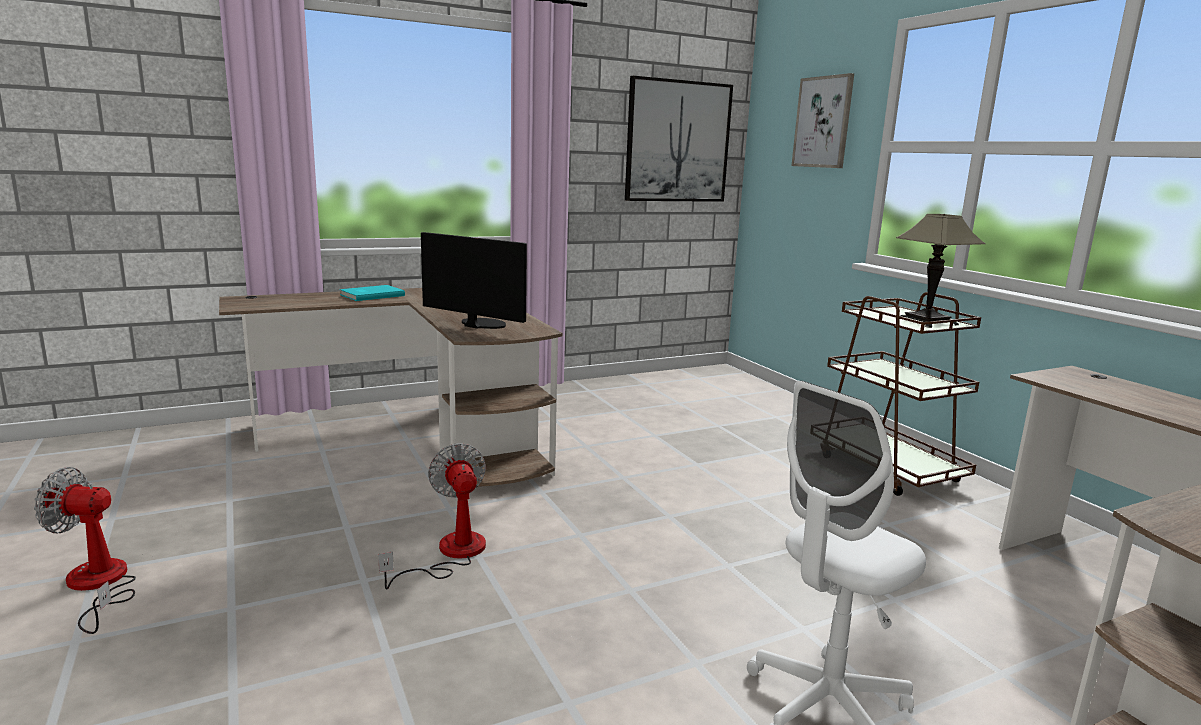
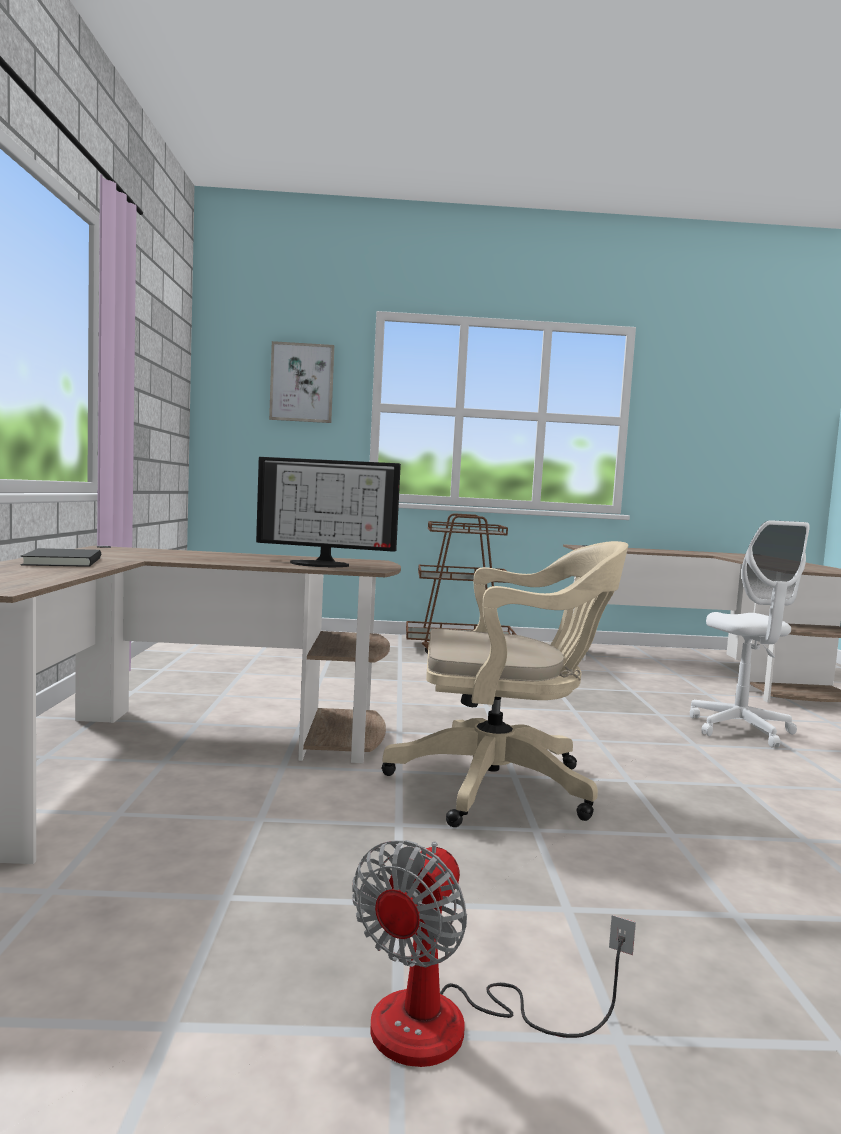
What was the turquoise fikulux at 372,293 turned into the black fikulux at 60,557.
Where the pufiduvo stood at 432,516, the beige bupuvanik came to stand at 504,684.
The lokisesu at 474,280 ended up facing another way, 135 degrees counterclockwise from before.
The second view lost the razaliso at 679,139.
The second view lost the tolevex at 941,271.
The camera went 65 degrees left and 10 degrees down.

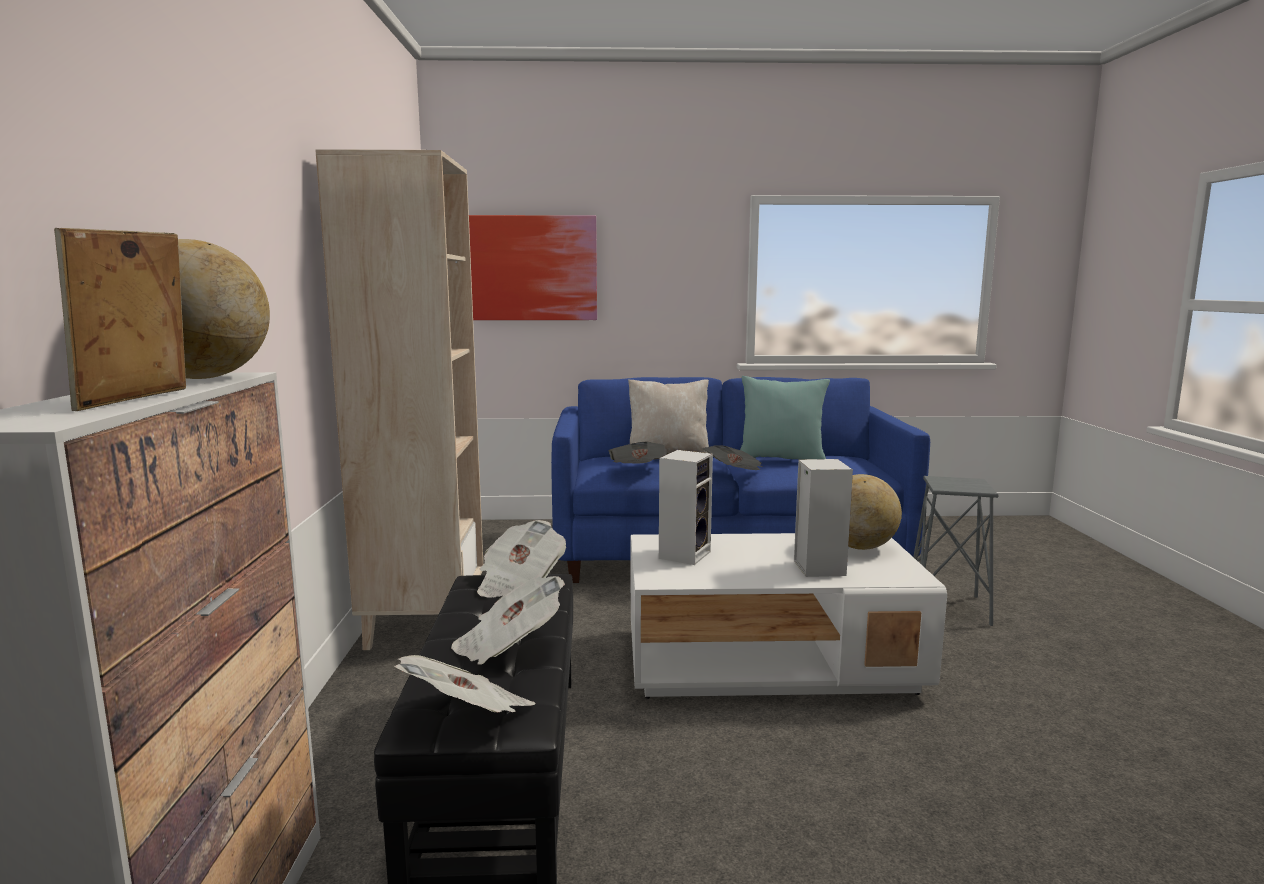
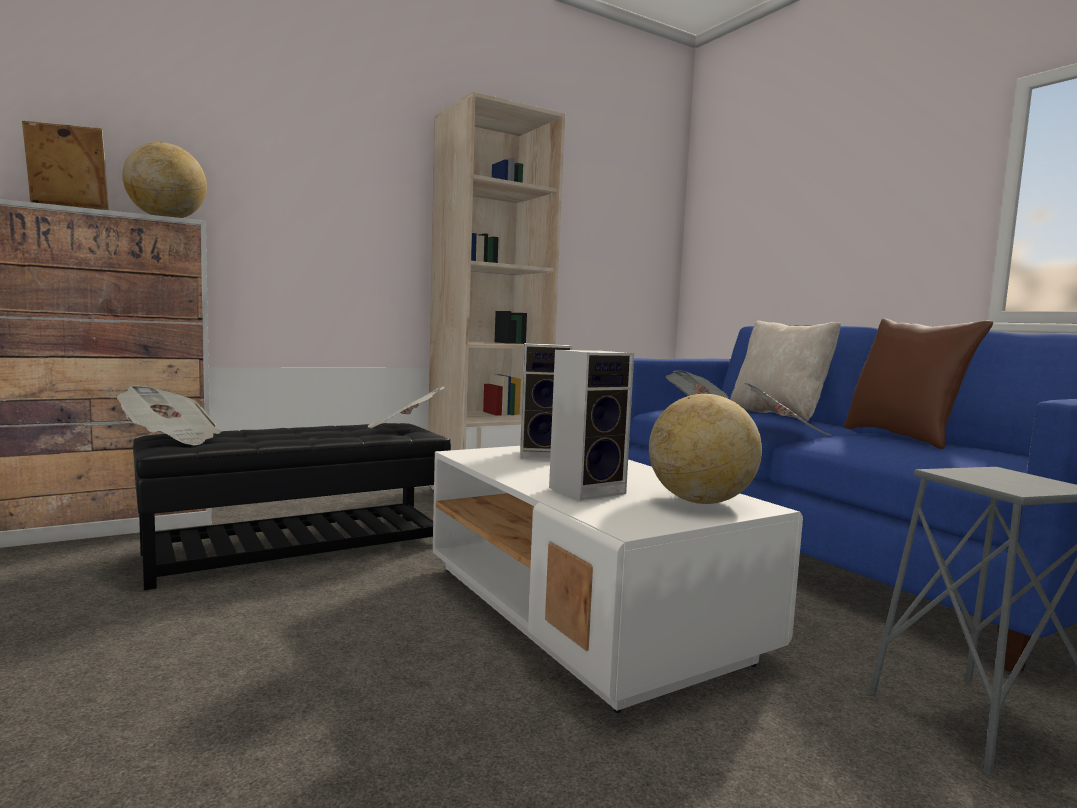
The second view lost the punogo at 508,620.
The second view lost the razaliso at 533,267.
What was the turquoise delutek at 785,417 turned into the brown delutek at 918,383.
The camera went 60 degrees right and 5 degrees down.

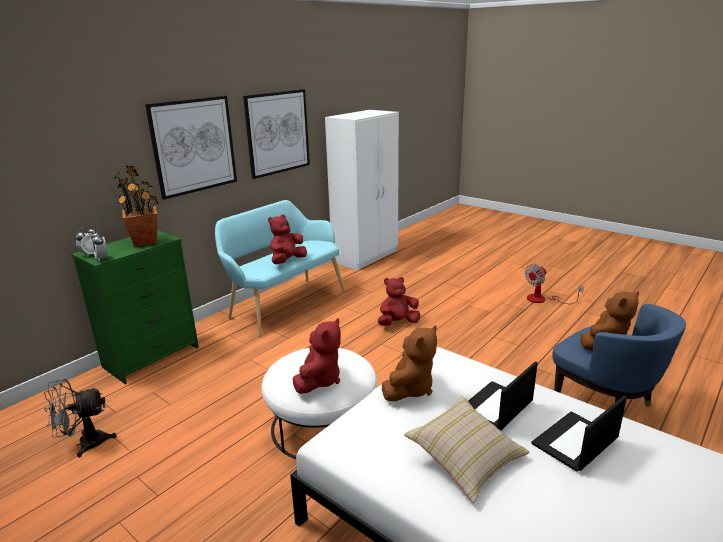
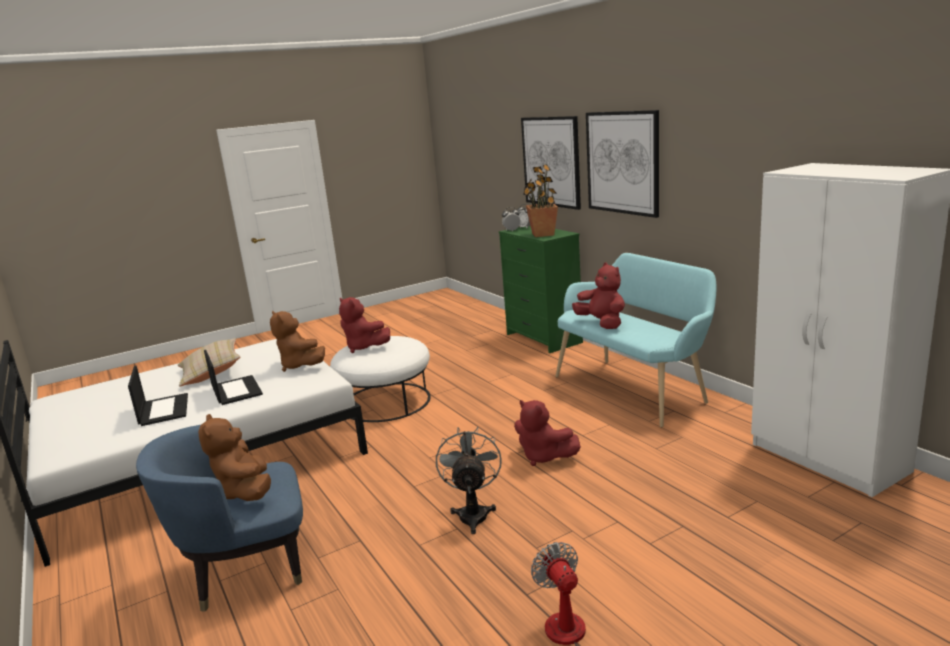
The grey pufiduvo ended up elsewhere, having gone from 80,418 to 469,480.
The razaliso ended up elsewhere, having gone from 276,134 to 551,163.
The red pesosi at 399,301 ended up facing another way, 135 degrees clockwise from before.
The camera went 110 degrees right and 5 degrees down.

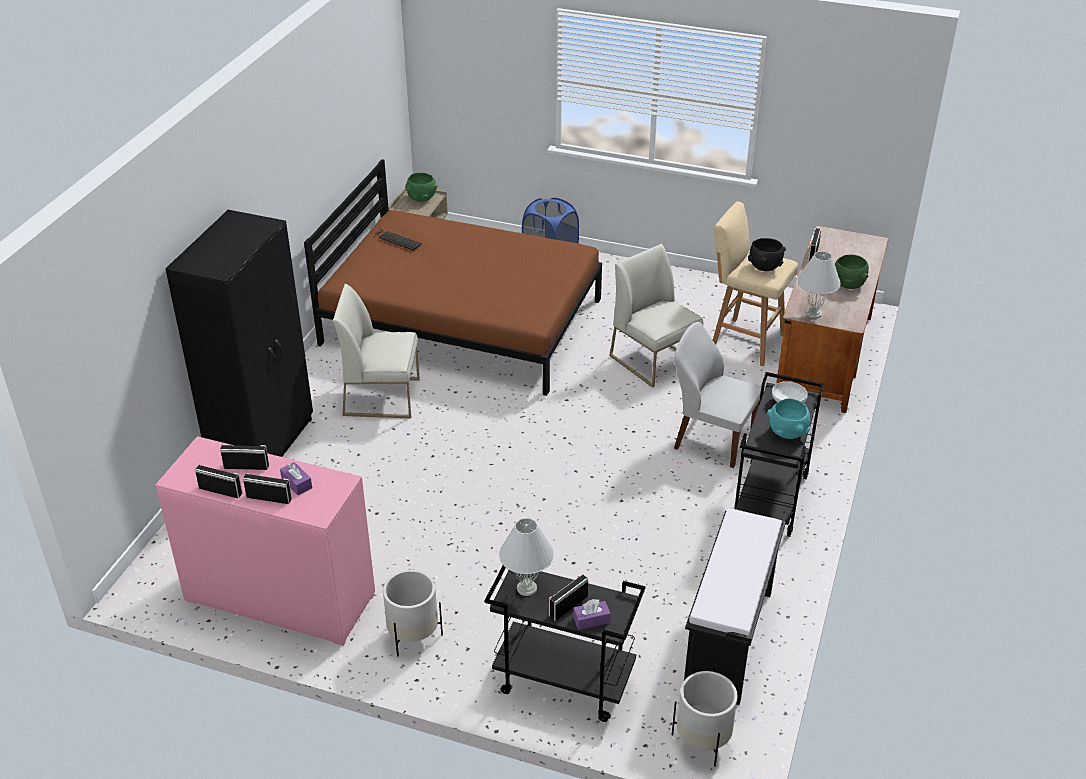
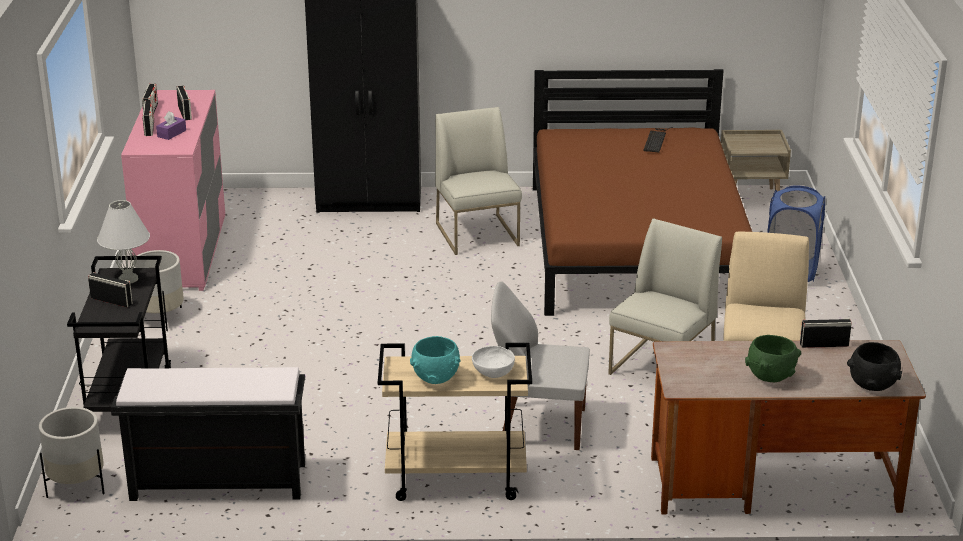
The second view lost the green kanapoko at 421,187.
The second view lost the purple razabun at 592,614.
The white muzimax at 718,395 ended up facing another way, 90 degrees counterclockwise from before.
What was the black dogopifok at 779,454 turned into the beige dogopifok at 455,422.
The black kanapoko ended up elsewhere, having gone from 767,254 to 874,366.
The second view lost the white tolevex at 819,285.
The camera went 70 degrees right and 10 degrees down.

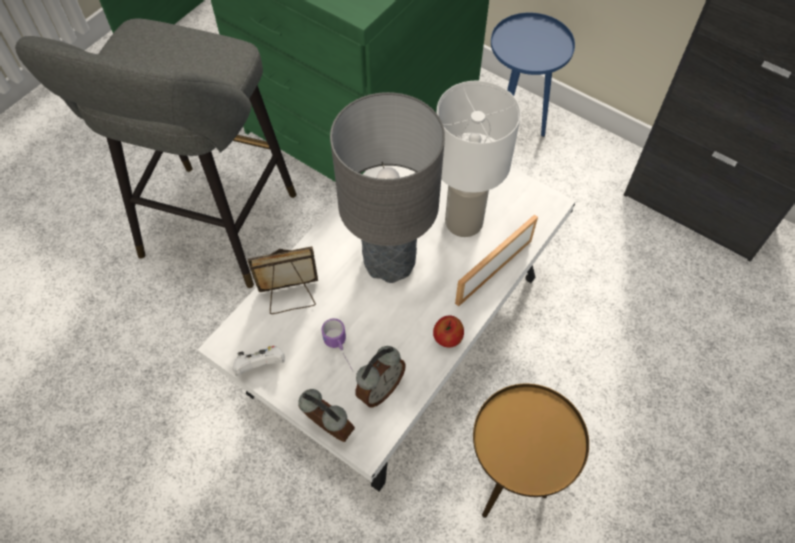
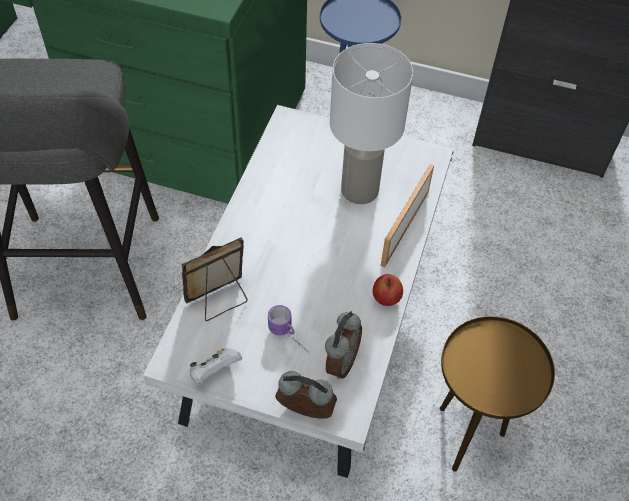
The second view lost the grey tolevex at 387,187.
The camera went 20 degrees left and 5 degrees down.

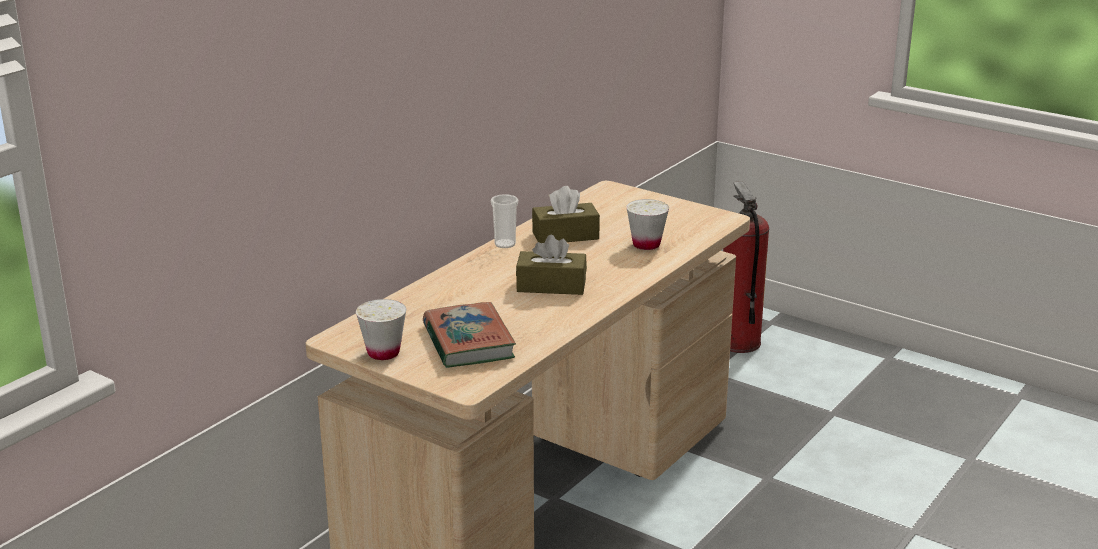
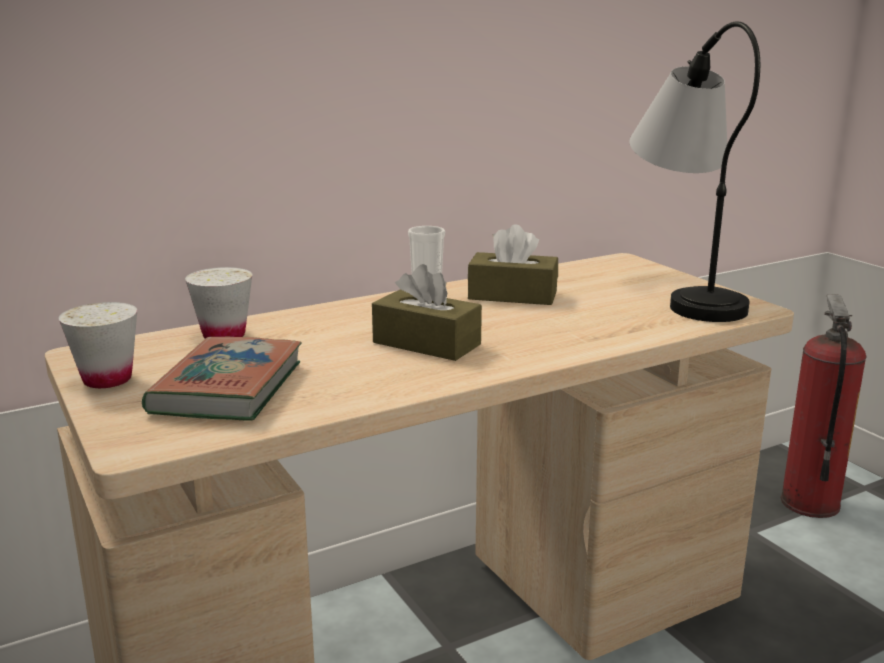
The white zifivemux ended up elsewhere, having gone from 647,224 to 218,303.
The second view gained the tolevex at 694,171.
The camera went 25 degrees right and 5 degrees down.

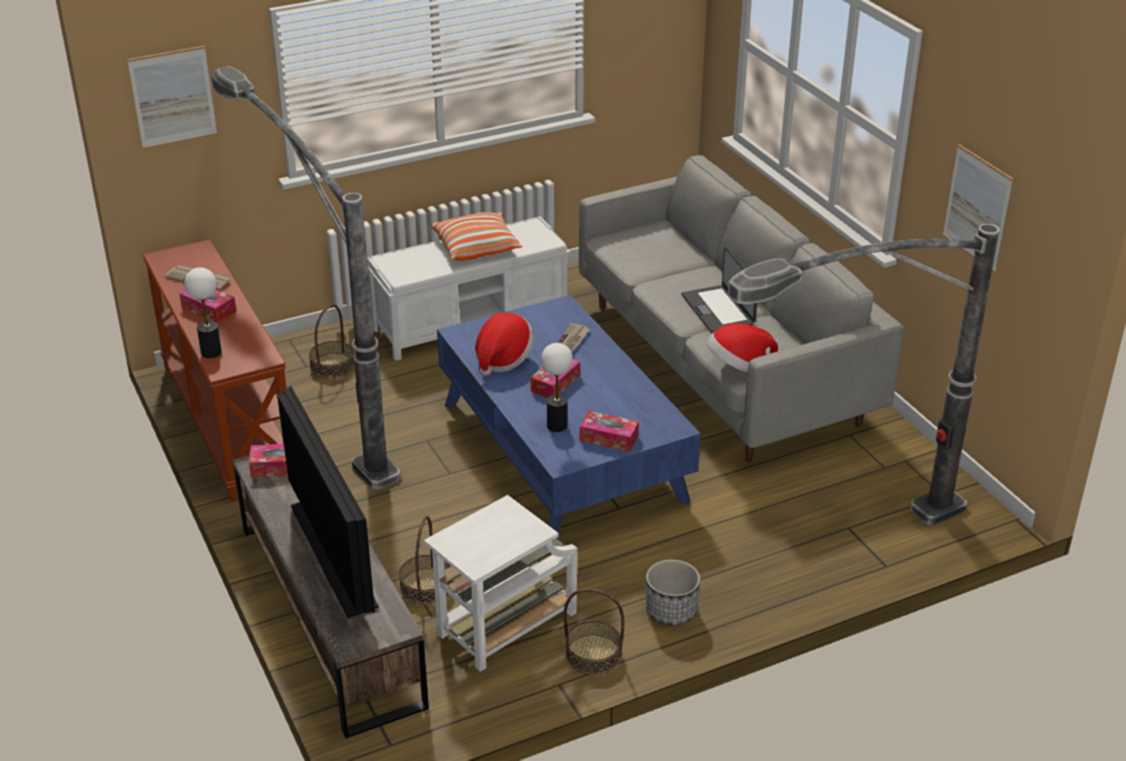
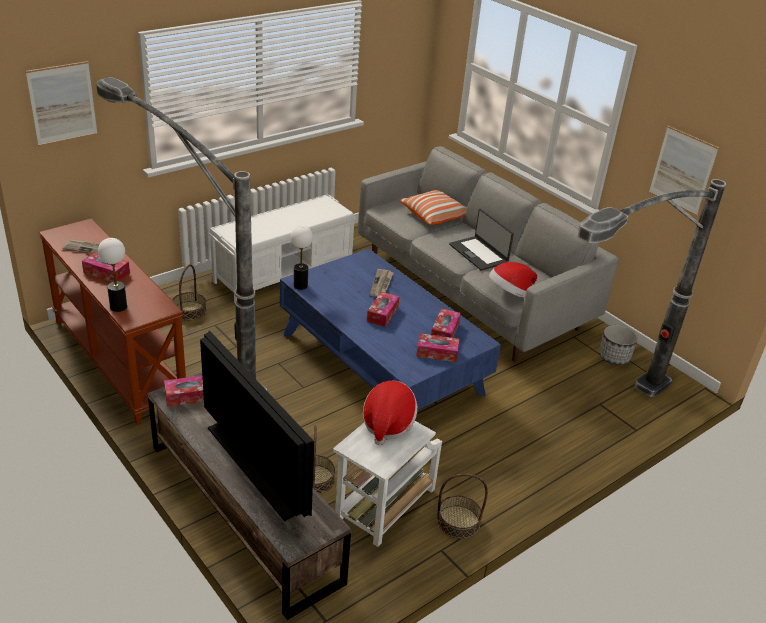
The delutek ended up elsewhere, having gone from 476,236 to 433,207.
The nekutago ended up elsewhere, having gone from 504,344 to 390,413.
The tolevex ended up elsewhere, having gone from 557,387 to 302,258.
The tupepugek ended up elsewhere, having gone from 673,593 to 618,345.
The second view gained the razabun at 446,323.
The camera went 15 degrees left and 0 degrees up.

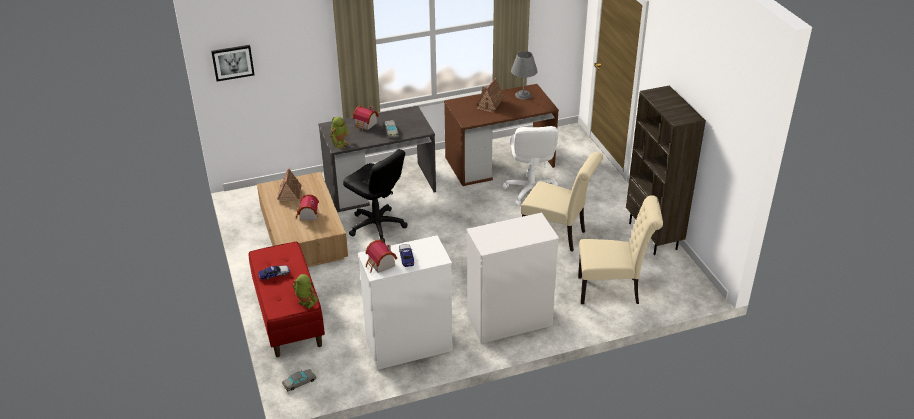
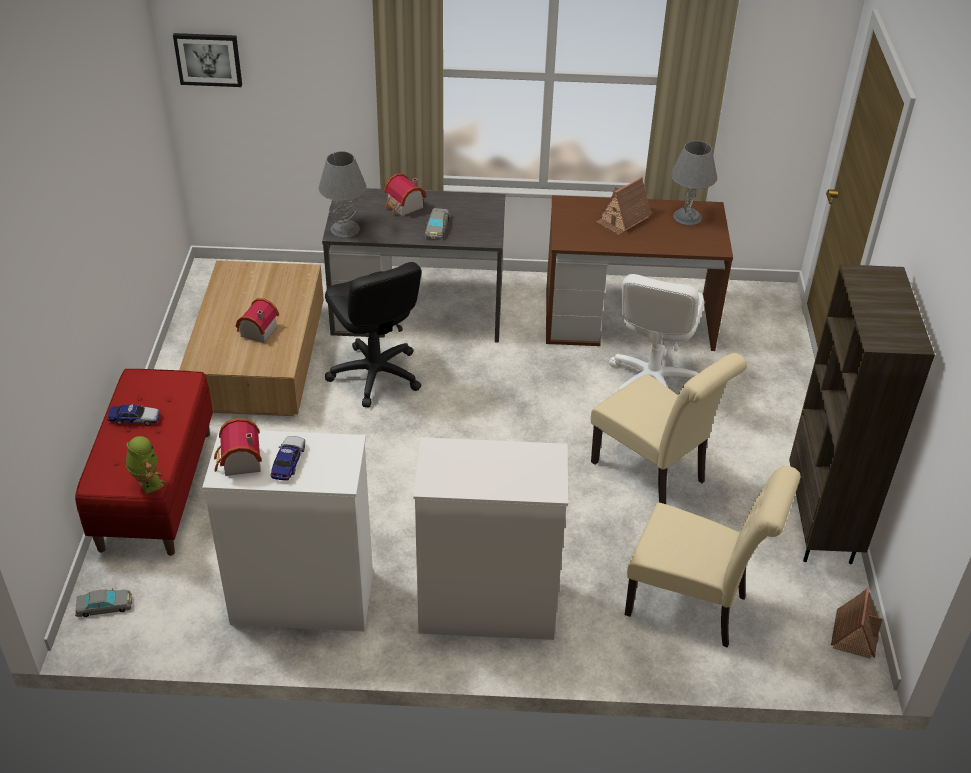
The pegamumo ended up elsewhere, having gone from 289,184 to 857,623.
Where the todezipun stood at 339,132, the grey tolevex came to stand at 343,194.
The camera went 20 degrees right and 5 degrees up.

